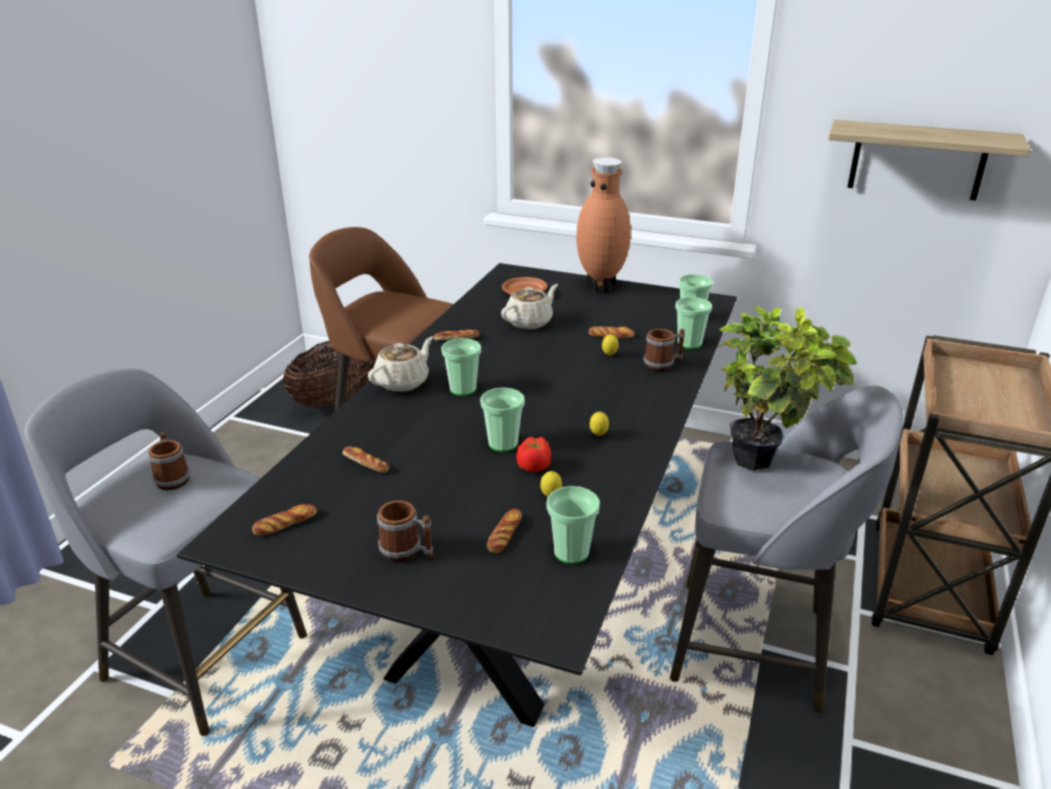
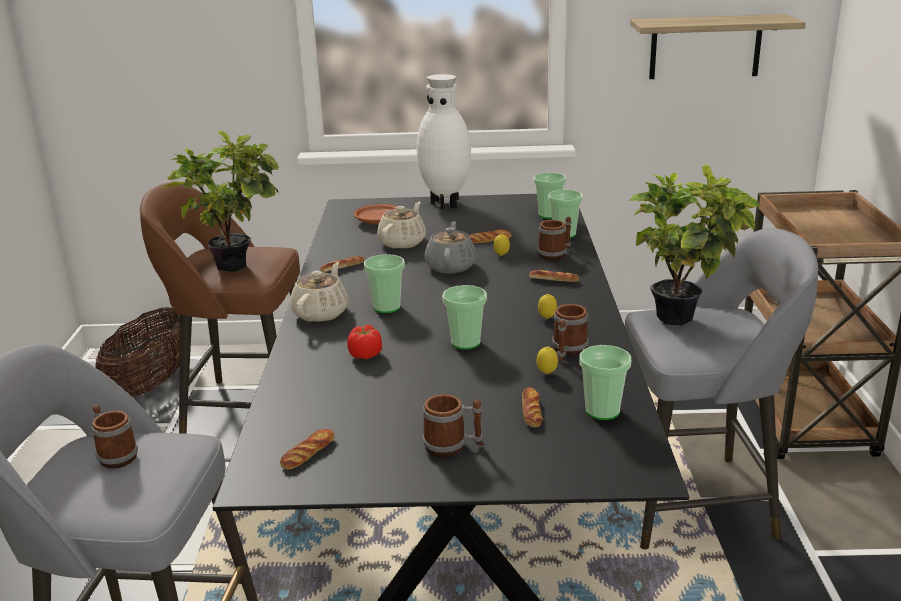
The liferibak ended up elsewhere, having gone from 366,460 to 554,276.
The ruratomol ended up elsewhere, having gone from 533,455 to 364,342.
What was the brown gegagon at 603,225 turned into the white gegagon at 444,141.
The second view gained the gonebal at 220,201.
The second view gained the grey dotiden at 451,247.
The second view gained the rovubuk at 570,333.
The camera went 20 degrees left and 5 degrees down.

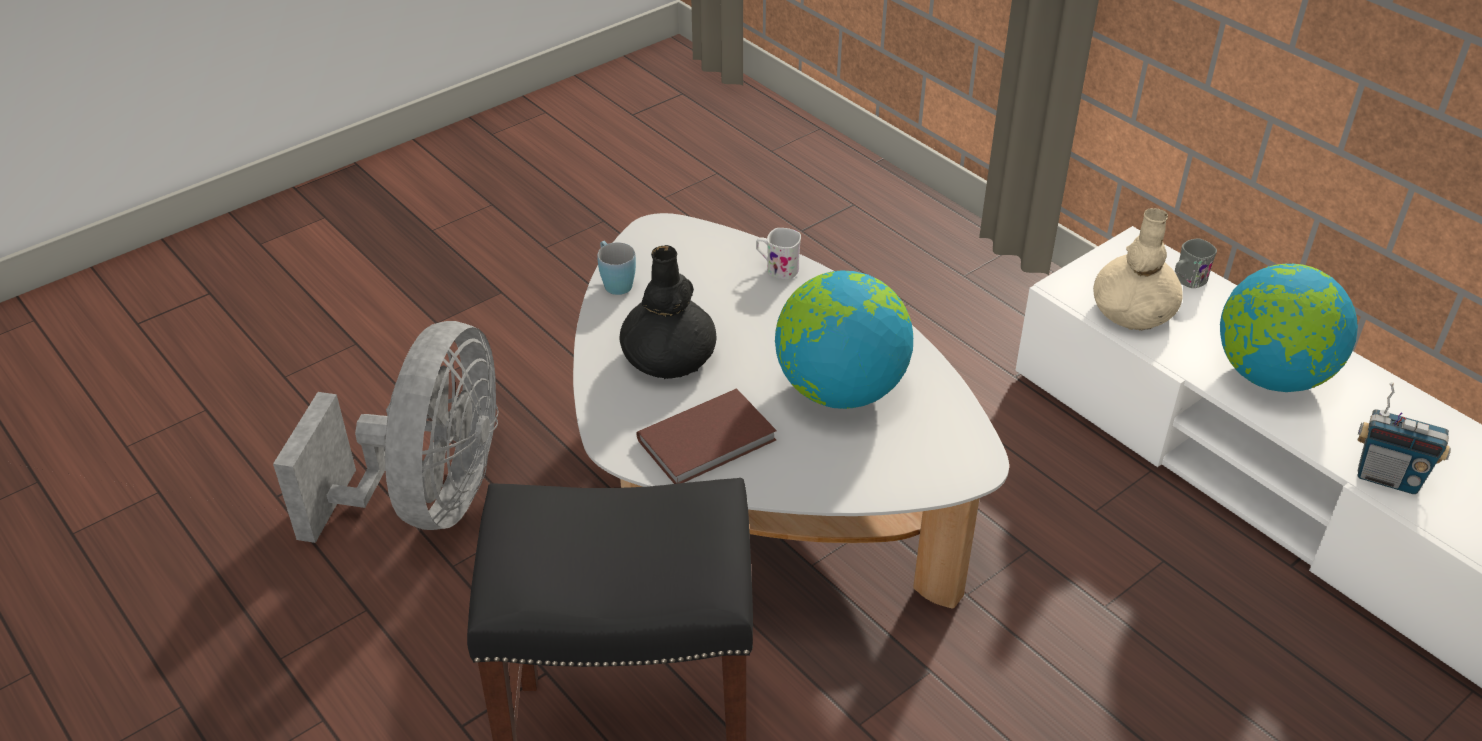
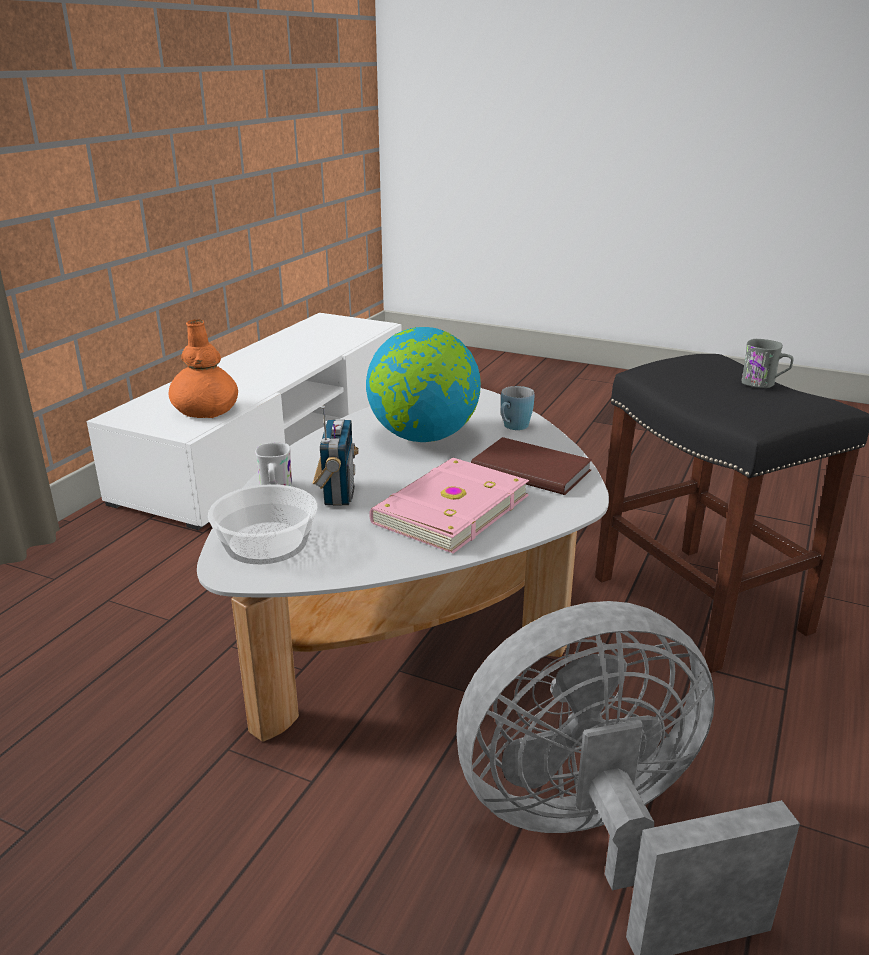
The blue rovubuk ended up elsewhere, having gone from 616,268 to 517,408.
Where the black gegagon stood at 667,312, the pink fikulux came to stand at 449,506.
What was the beige gegagon at 1138,269 turned into the orange gegagon at 203,368.
The grey rovubuk ended up elsewhere, having gone from 1196,263 to 767,363.
The second view lost the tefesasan at 1289,328.
The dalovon ended up elsewhere, having gone from 1404,438 to 336,455.
The second view gained the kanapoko at 262,524.
The camera went 115 degrees left and 15 degrees down.

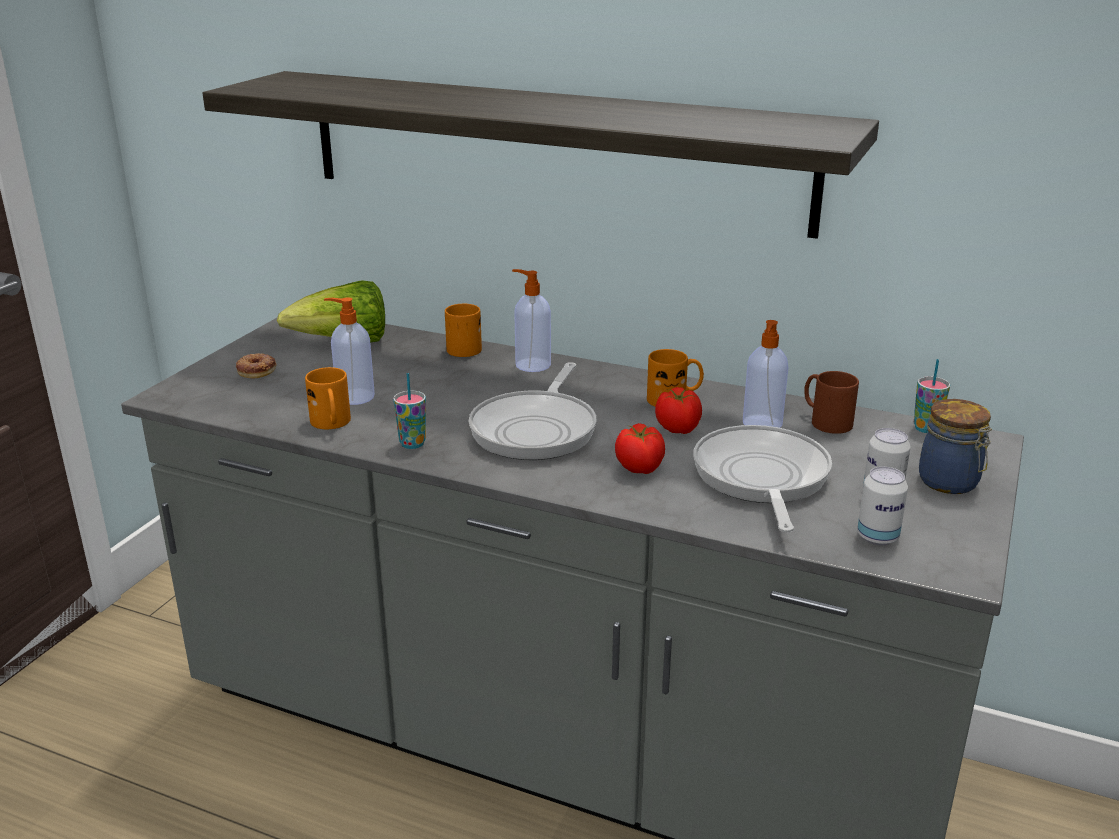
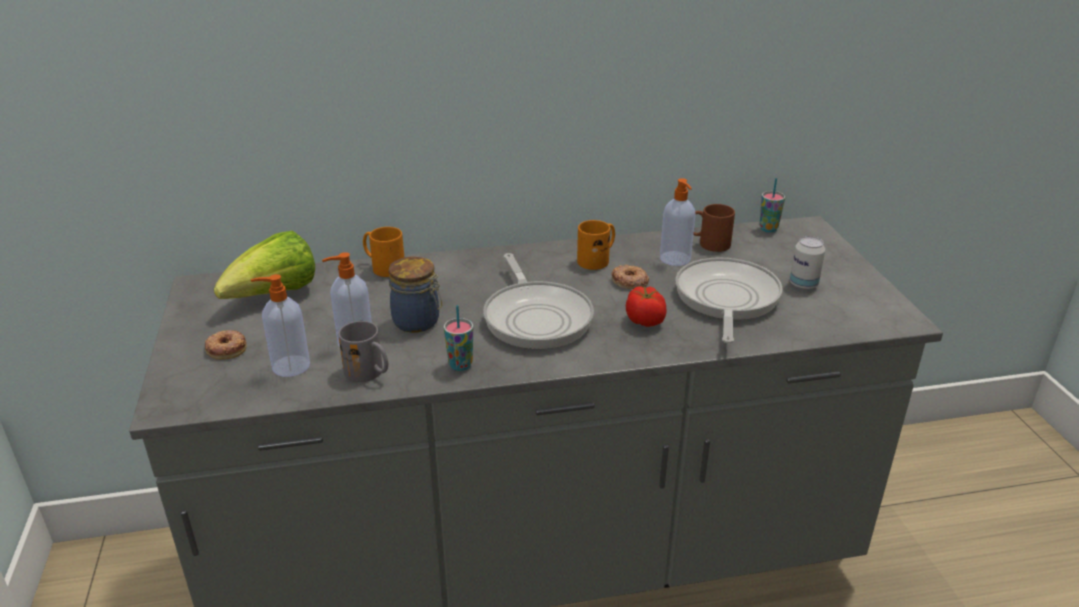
The second view lost the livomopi at 541,155.
What was the orange rovubuk at 328,398 turned into the grey rovubuk at 363,351.
The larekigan ended up elsewhere, having gone from 531,320 to 280,325.
Where the ruratomol stood at 678,410, the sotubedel came to stand at 630,277.
The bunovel at 763,479 ended up facing another way, 45 degrees clockwise from before.
The second view lost the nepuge at 882,506.
The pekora ended up elsewhere, having gone from 955,446 to 415,294.
The camera went 35 degrees left and 5 degrees up.

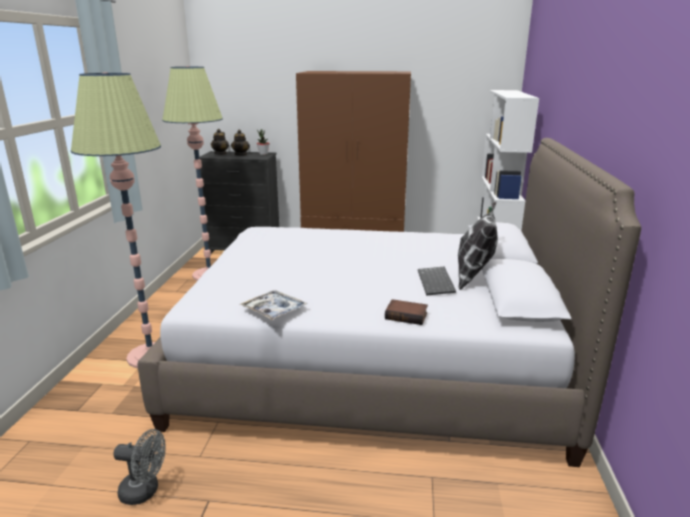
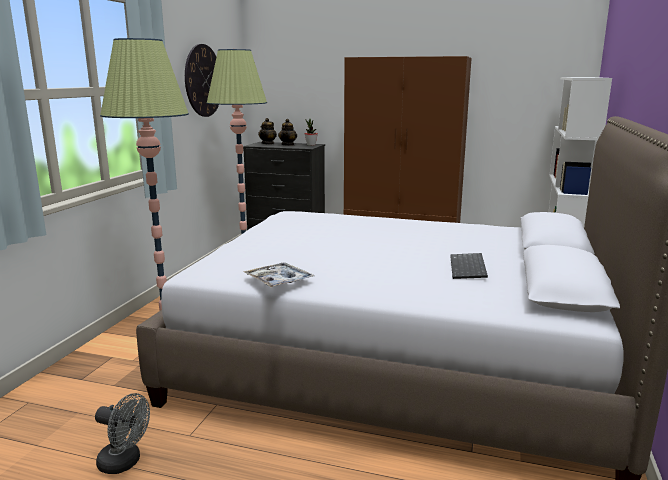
The second view lost the fikulux at 406,312.
The second view lost the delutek at 478,246.
The second view gained the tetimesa at 202,80.
The camera went 10 degrees right and 5 degrees down.

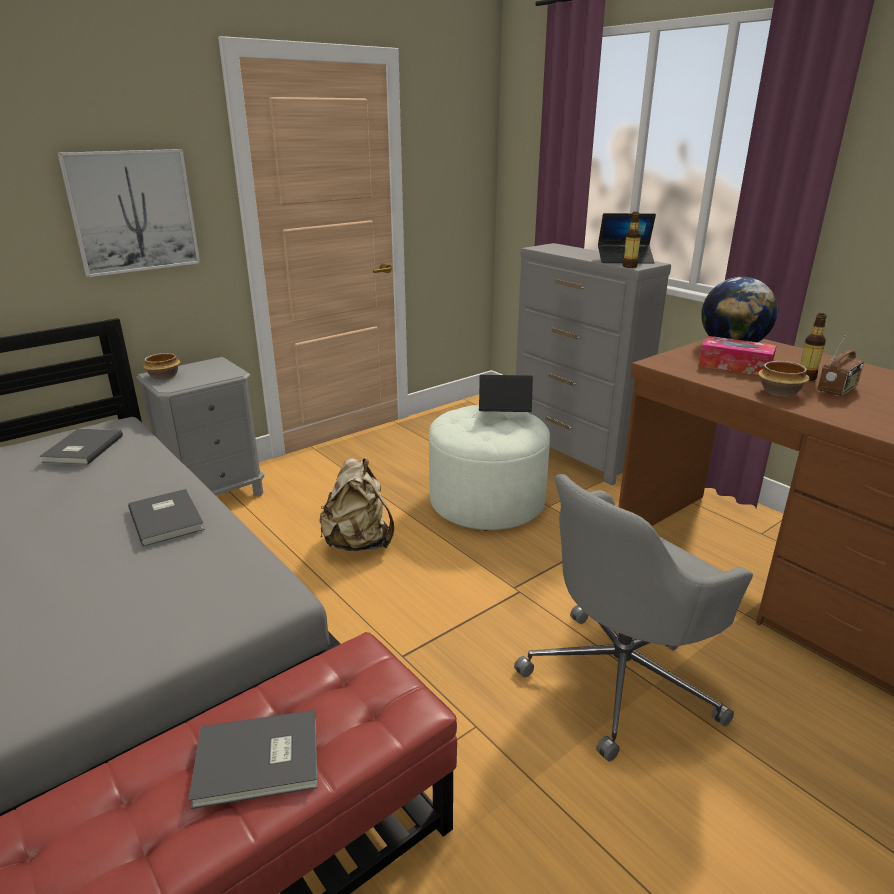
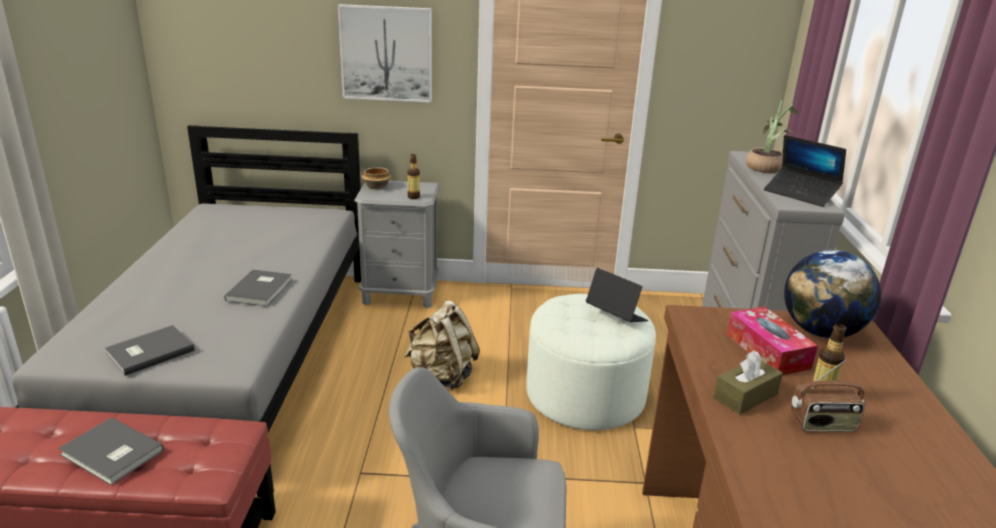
The grey fikulux ended up elsewhere, having gone from 81,447 to 150,350.
The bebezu ended up elsewhere, having gone from 632,240 to 413,176.
Where the kanapoko stood at 784,379, the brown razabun came to stand at 748,382.
The second view gained the gonebal at 772,136.
The camera went 40 degrees right and 0 degrees up.

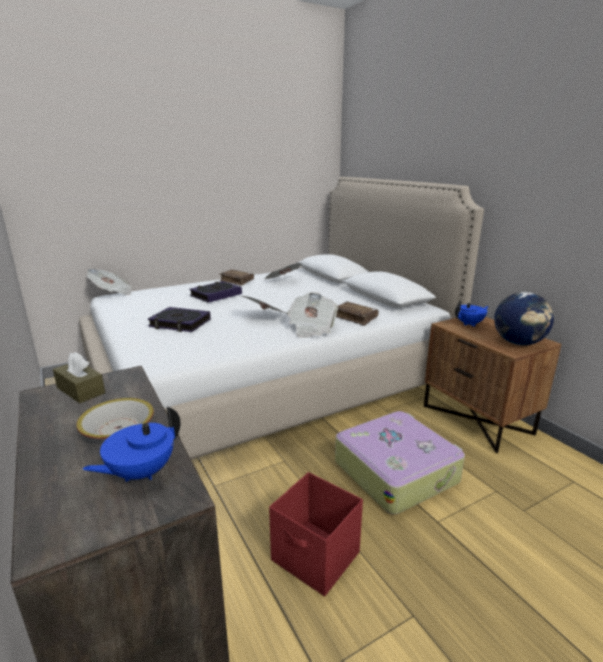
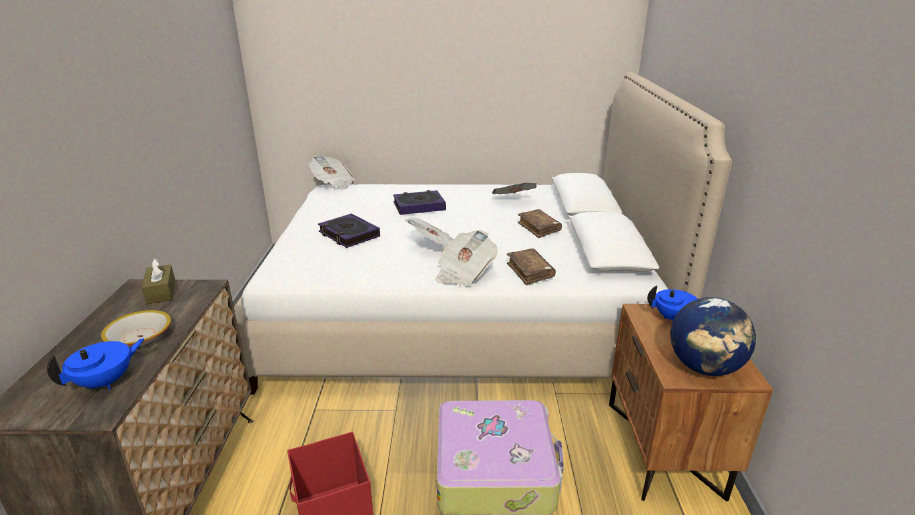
The blue dotiden at 131,444 ended up facing another way, 150 degrees clockwise from before.
The brown fikulux ended up elsewhere, having gone from 236,278 to 540,223.
The camera went 30 degrees right and 5 degrees up.

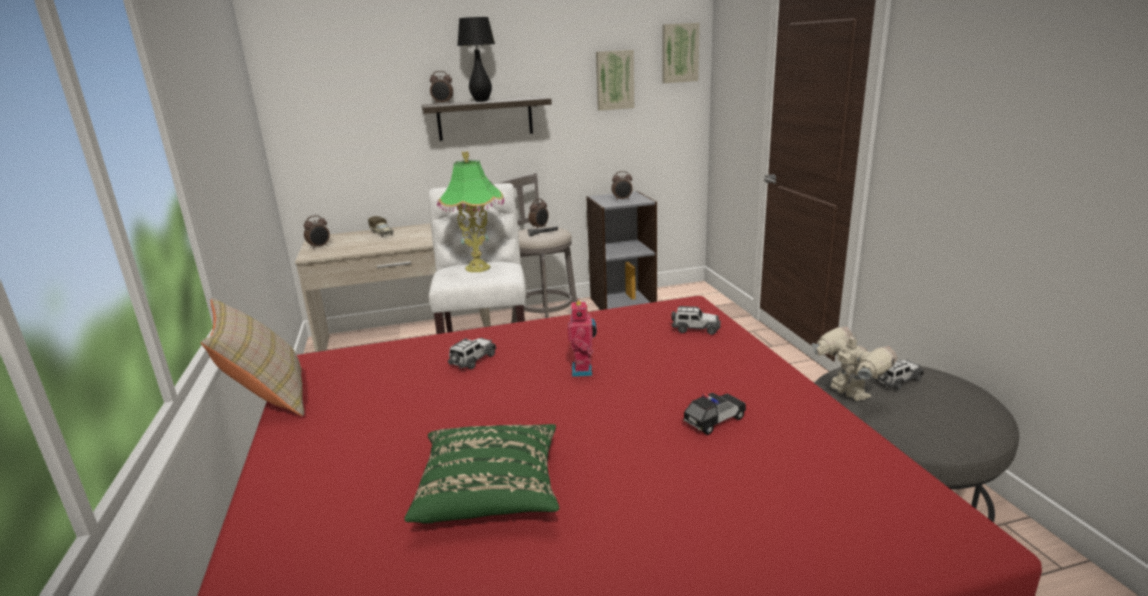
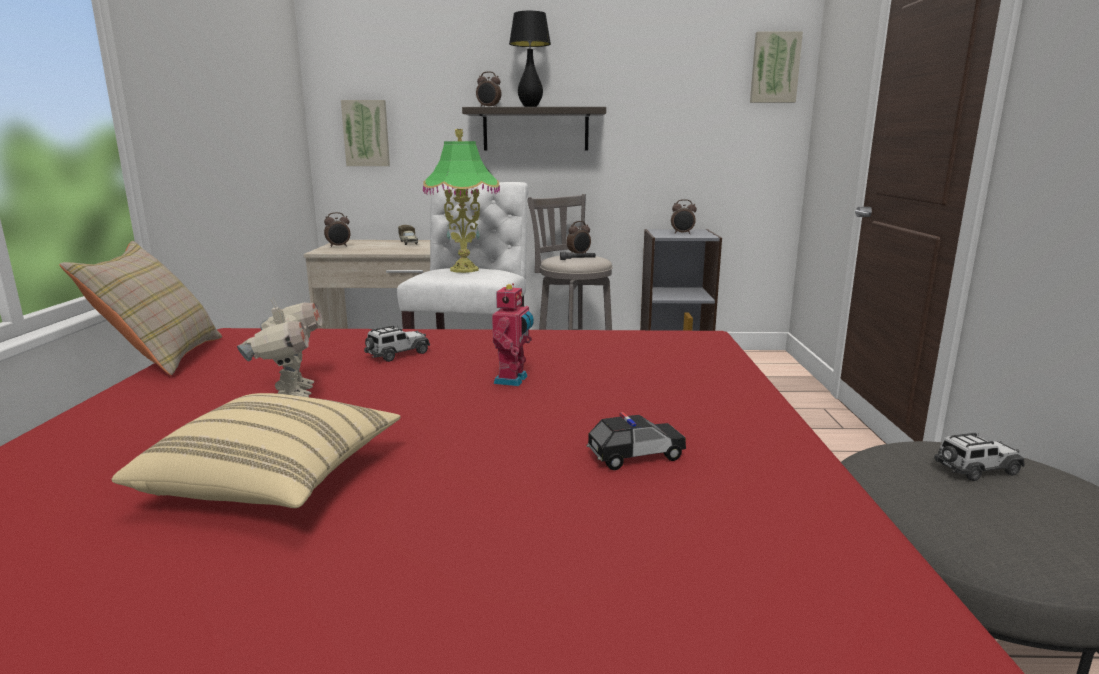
What was the green delutek at 481,474 turned into the beige delutek at 256,450.
The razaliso ended up elsewhere, having gone from 615,80 to 365,133.
The second view lost the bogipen at 696,320.
The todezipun ended up elsewhere, having gone from 854,364 to 279,347.
The camera went 15 degrees right and 5 degrees down.

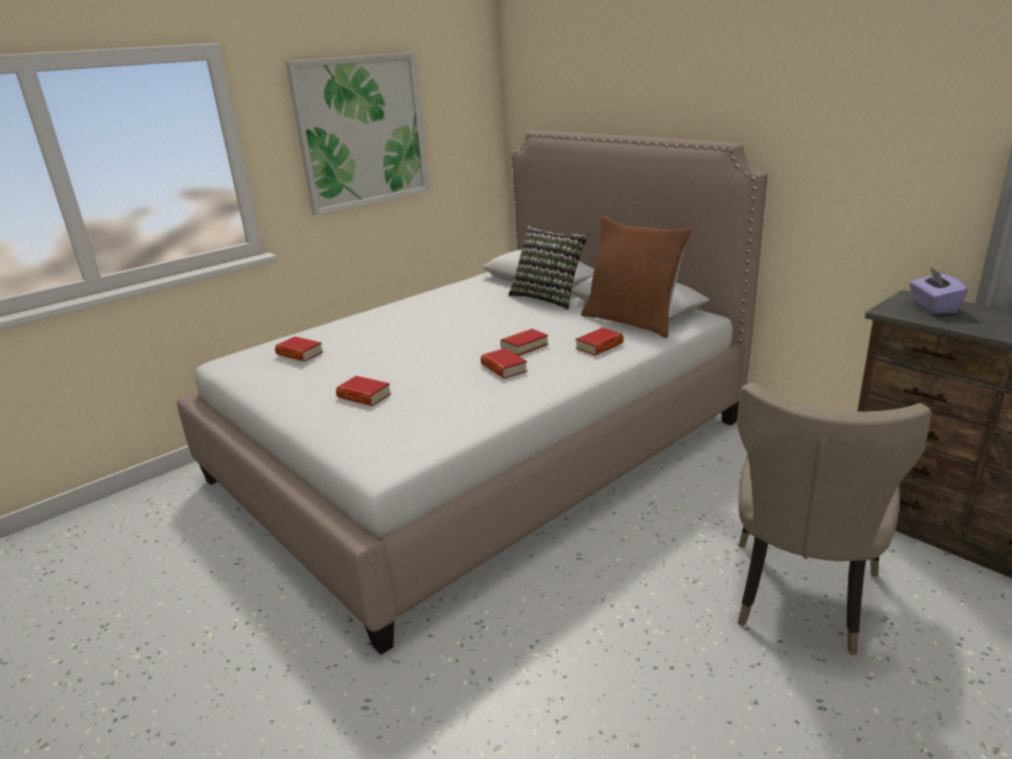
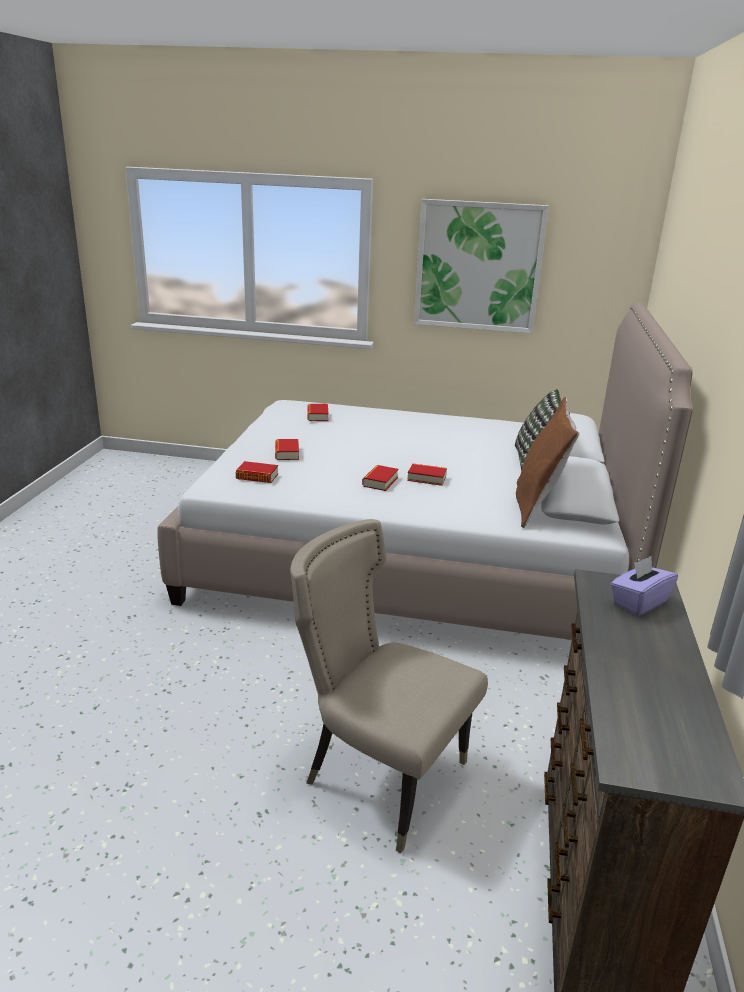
The fikulux ended up elsewhere, having gone from 599,342 to 257,472.
The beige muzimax at 834,519 ended up facing another way, 45 degrees clockwise from before.
The camera went 50 degrees right and 0 degrees up.

